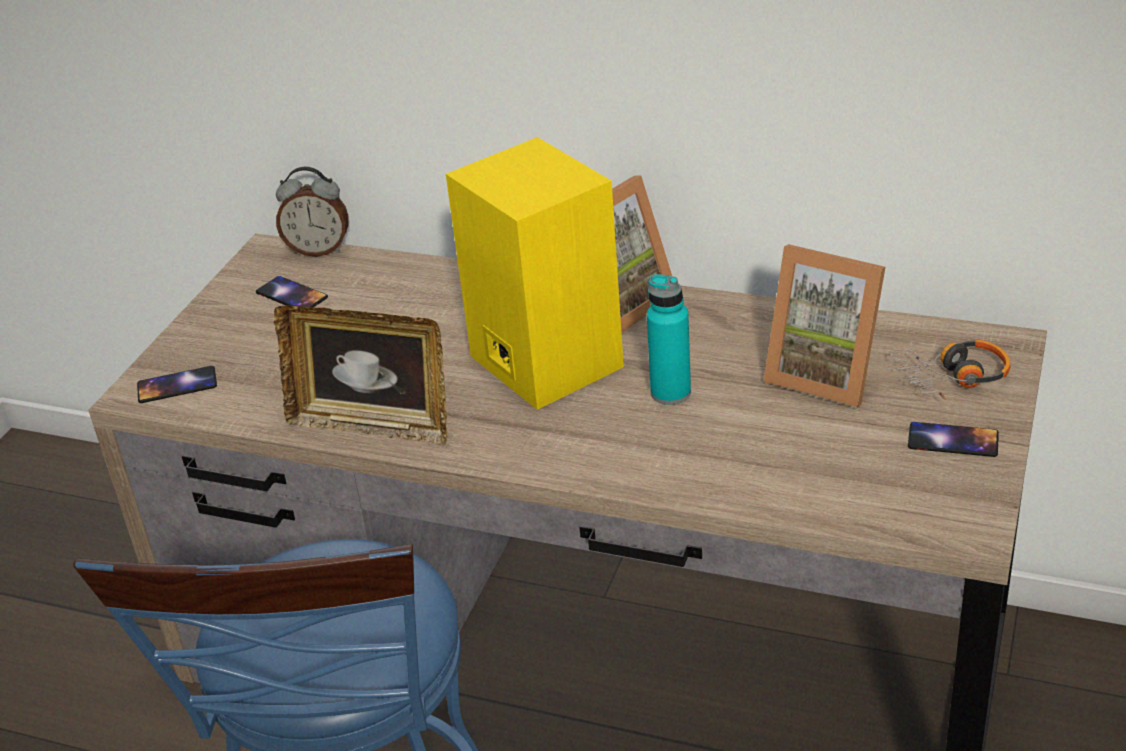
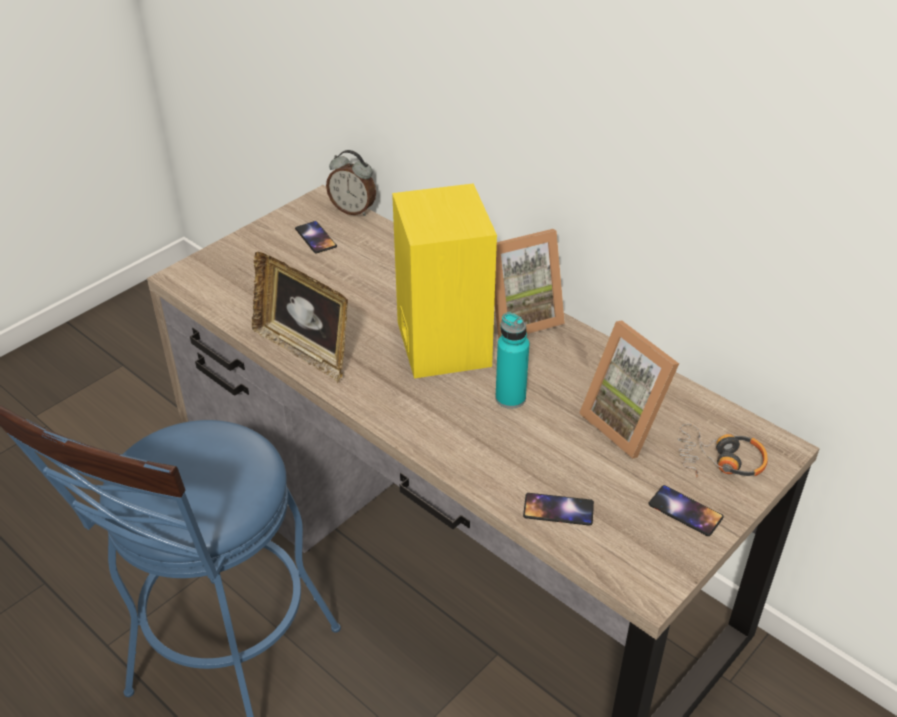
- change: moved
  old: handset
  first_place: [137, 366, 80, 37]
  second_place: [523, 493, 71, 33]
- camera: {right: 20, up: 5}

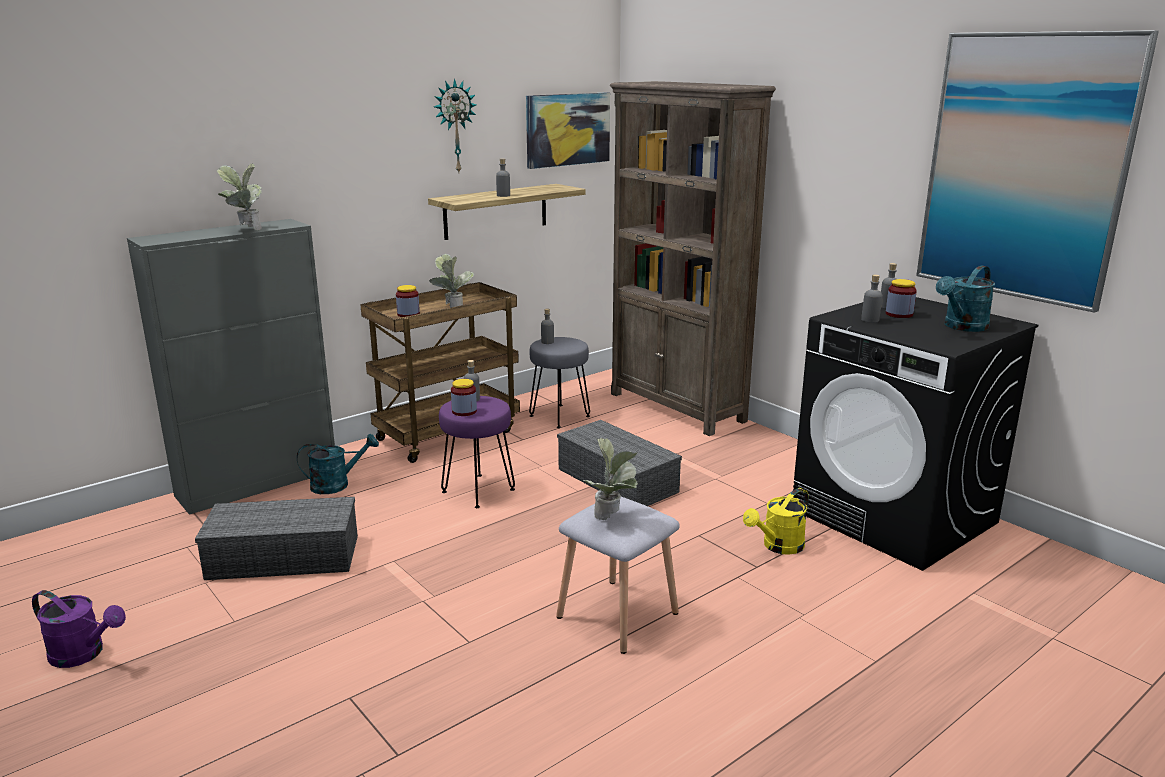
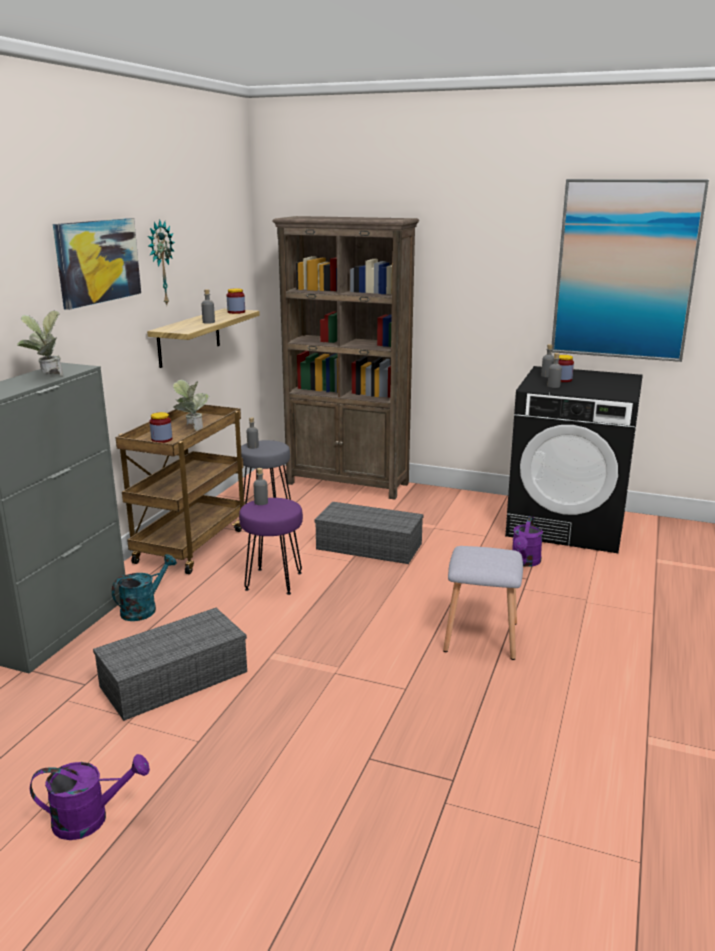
- change: moved
  old: wall art
  first_place: [526, 92, 84, 77]
  second_place: [53, 218, 88, 92]
- change: moved
  old: storage jar
  first_place: [451, 379, 26, 37]
  second_place: [227, 288, 18, 26]
- change: recoloured
  old: watering pot (yellow-coloured)
  new: watering pot (purple-coloured)
  first_place: [743, 488, 66, 67]
  second_place: [512, 516, 31, 51]
- change: removed
  old: plant in a pot
  first_place: [583, 437, 55, 83]
- change: removed
  old: watering pot (blue-green)
  first_place: [936, 266, 59, 66]
- camera: {right: -30, up: 0}

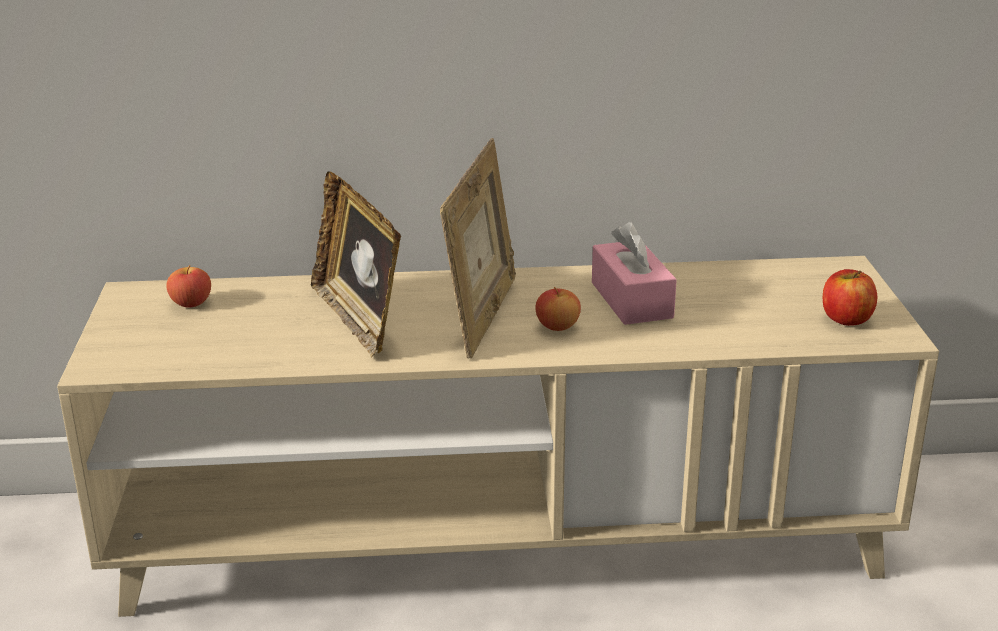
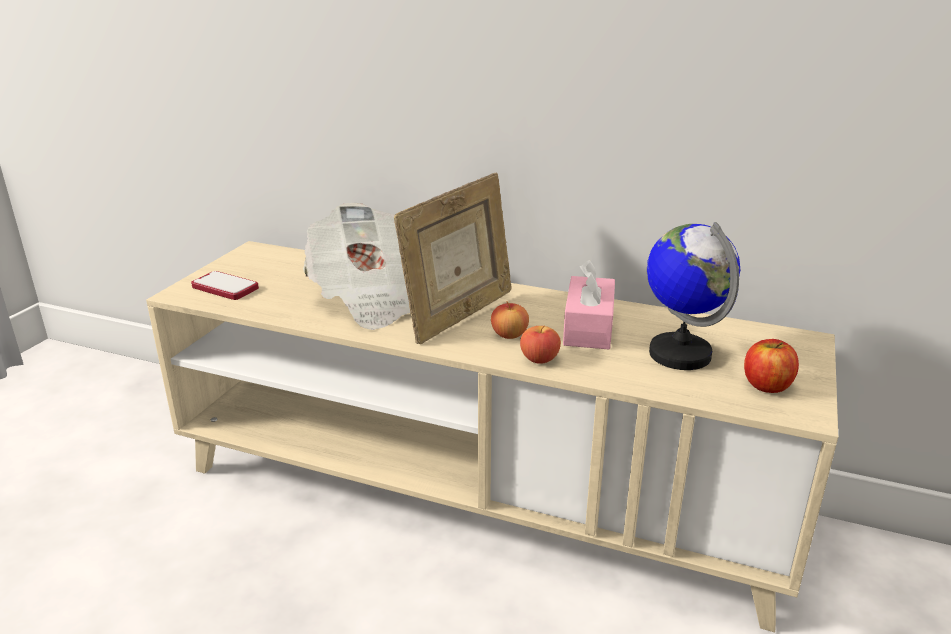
- change: added
  new: handset
  second_place: [191, 271, 68, 29]
- change: replaced
  old: standing frame
  new: newspaper
  first_place: [311, 171, 90, 187]
  second_place: [303, 203, 107, 127]
- change: moved
  old: whole apple
  first_place: [166, 265, 45, 43]
  second_place: [520, 326, 41, 38]
- change: added
  new: world globe
  second_place: [647, 222, 93, 148]
- camera: {right: 25, up: 0}

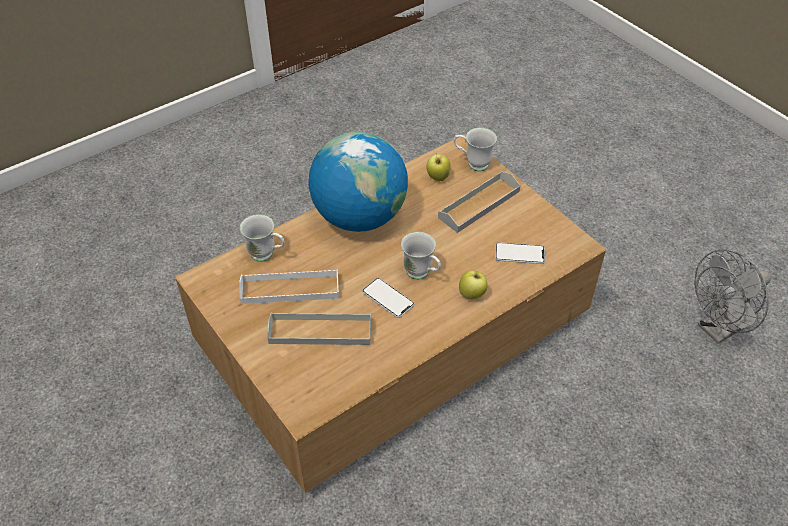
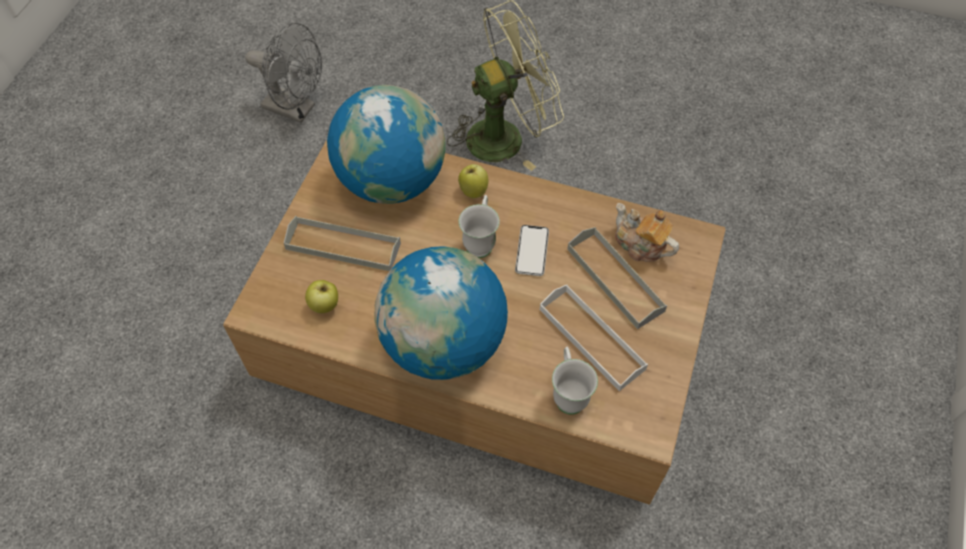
- change: replaced
  old: handset
  new: world globe
  first_place: [495, 242, 50, 22]
  second_place: [327, 85, 119, 119]
- change: added
  new: fan (green)
  second_place: [447, 0, 117, 171]
- change: added
  new: pot for tea
  second_place: [615, 203, 64, 59]
- change: removed
  old: tea mug (white-coloured)
  first_place: [454, 128, 43, 43]
- camera: {right: -125, up: 10}

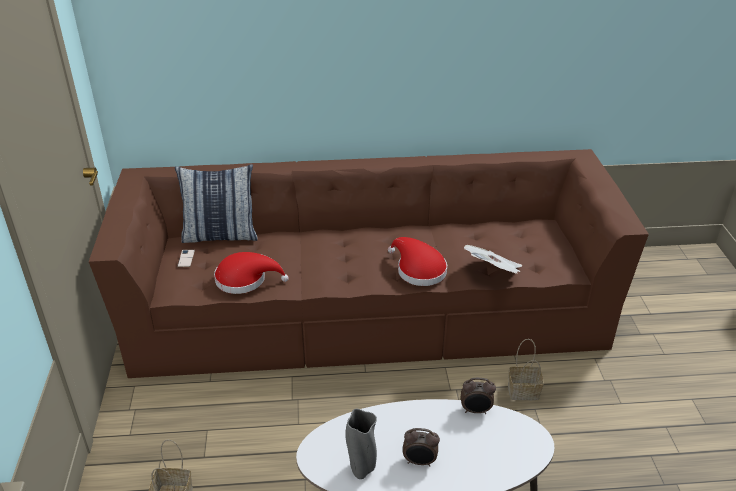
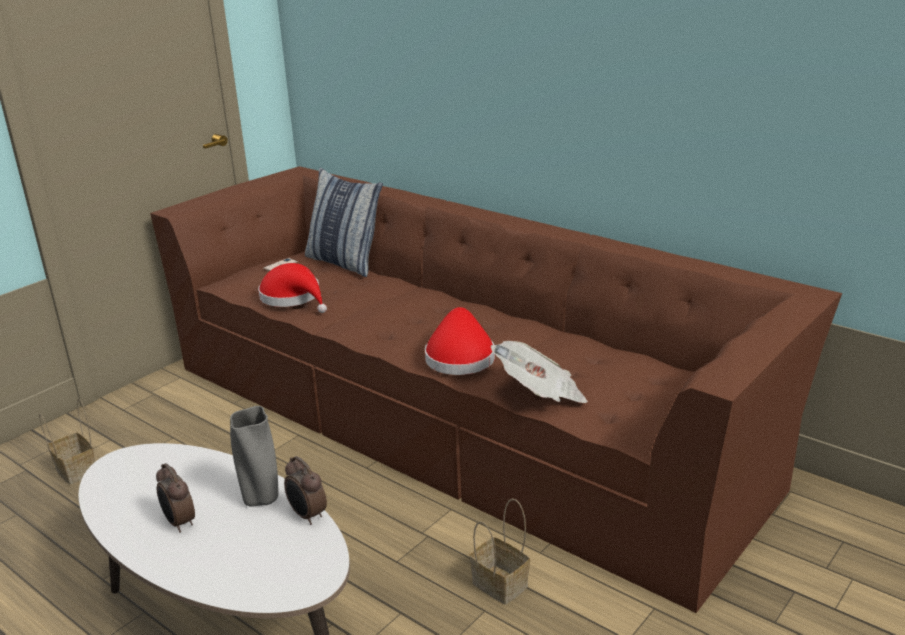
- change: moved
  old: vase (gray)
  first_place: [345, 409, 32, 70]
  second_place: [230, 406, 49, 101]
- camera: {right: 45, up: -10}

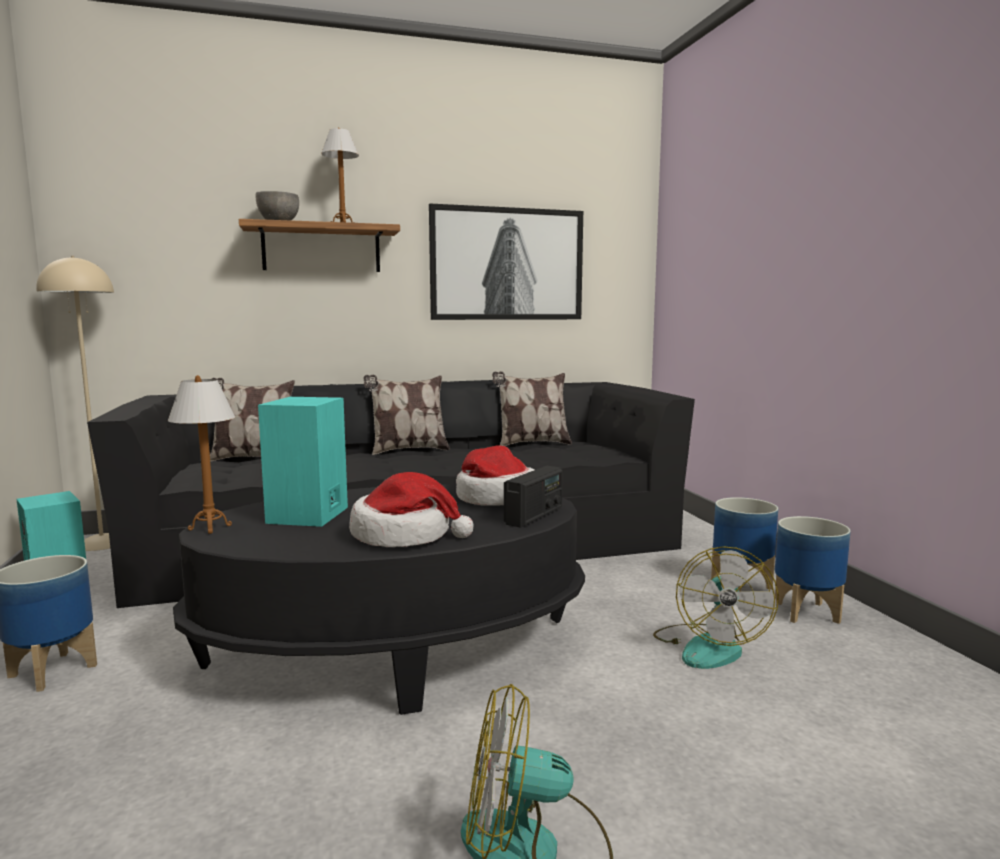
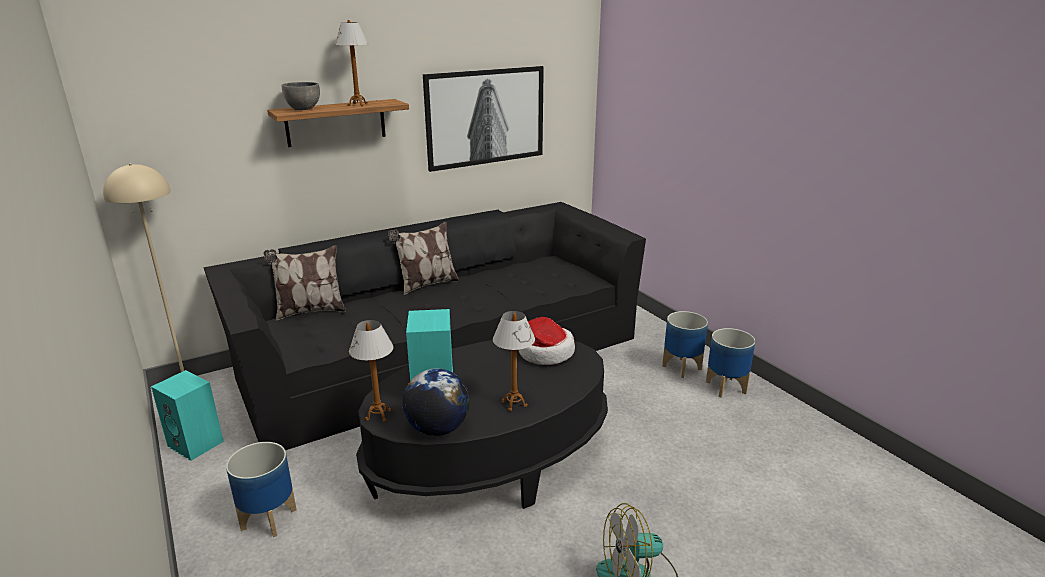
- change: added
  new: world globe
  second_place: [403, 368, 67, 68]
- change: replaced
  old: hat
  new: tabletop lamp
  first_place: [349, 472, 125, 75]
  second_place: [493, 311, 42, 100]
- change: removed
  old: pillow
  first_place: [492, 371, 80, 75]
- change: removed
  old: radio
  first_place: [504, 466, 59, 62]
- change: removed
  old: fan
  first_place: [653, 546, 126, 123]
- camera: {right: -15, up: 15}

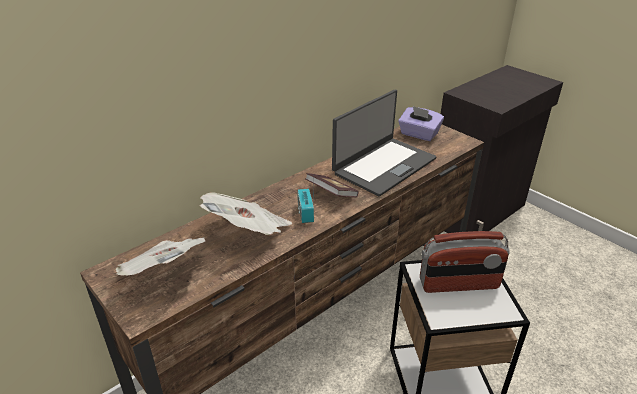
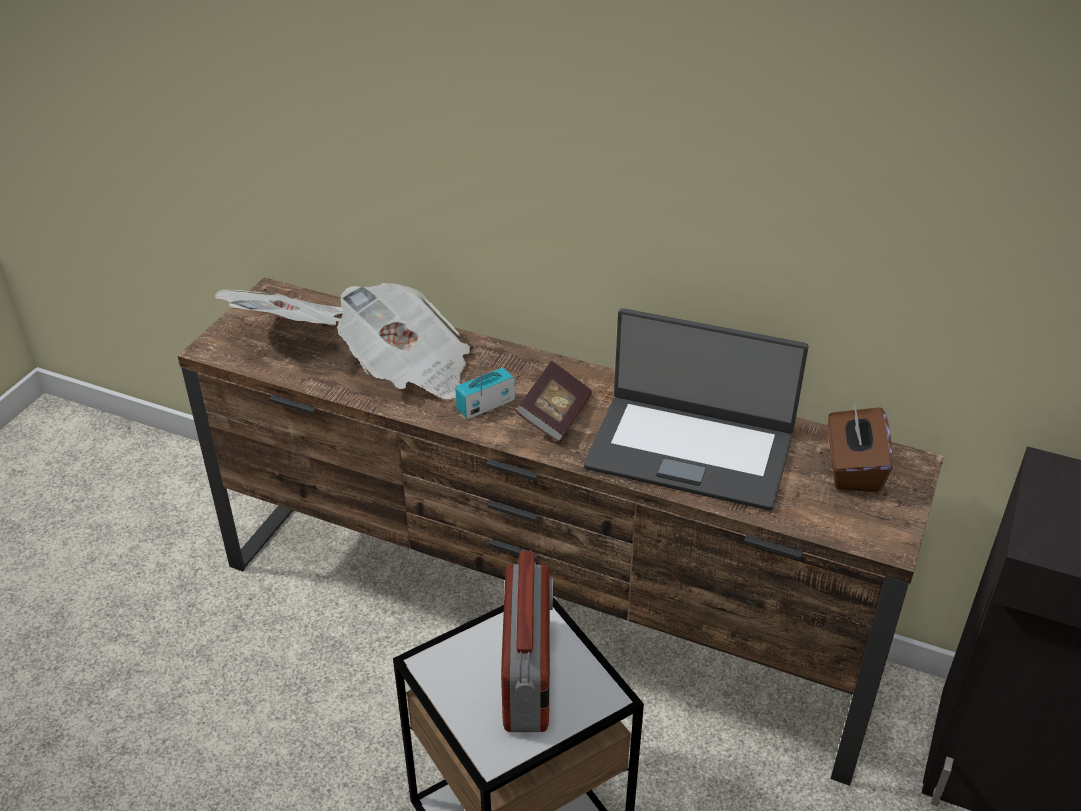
- change: turned
  old: radio
  first_place: [420, 231, 90, 62]
  second_place: [501, 550, 52, 182]
  degrees: -150
- change: recoloured
  old: box of tissues (purple-coloured)
  new: box of tissues (brown)
  first_place: [398, 106, 46, 35]
  second_place: [828, 406, 65, 86]
- camera: {right: 65, up: 5}

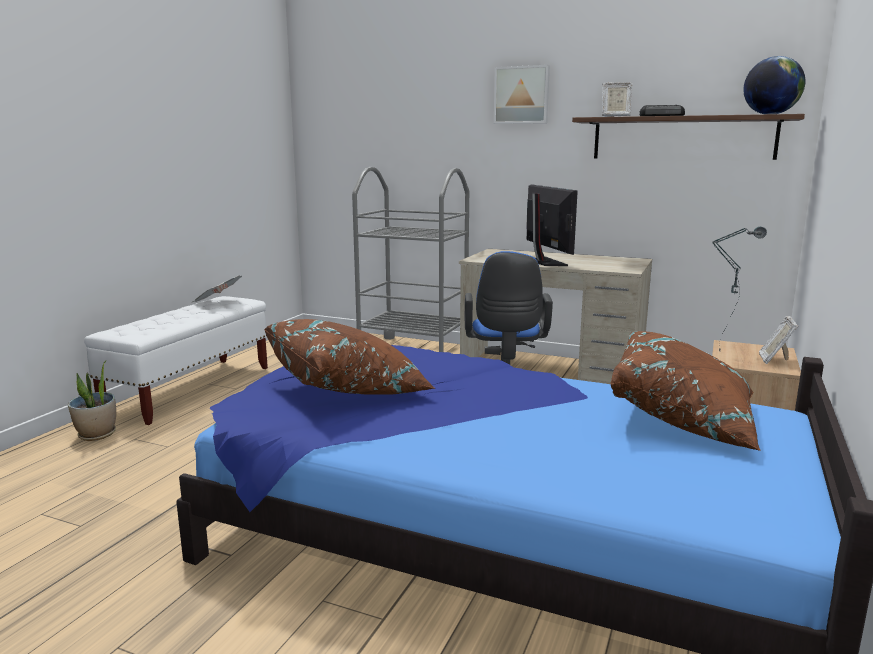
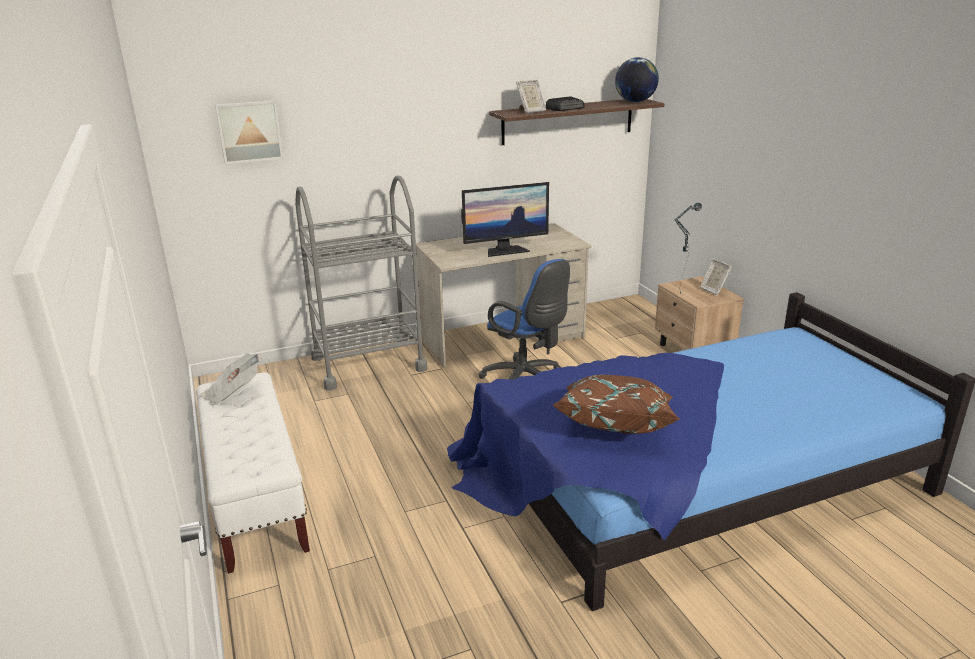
- change: moved
  old: wall art
  first_place: [494, 65, 56, 59]
  second_place: [215, 100, 69, 64]
- change: turned
  old: computer display
  first_place: [526, 184, 52, 82]
  second_place: [461, 182, 88, 75]
  degrees: 135
- change: removed
  old: plant in a pot
  first_place: [68, 360, 48, 81]
- change: removed
  old: pillow (brown)
  first_place: [610, 331, 151, 120]
- camera: {right: -45, up: 10}

